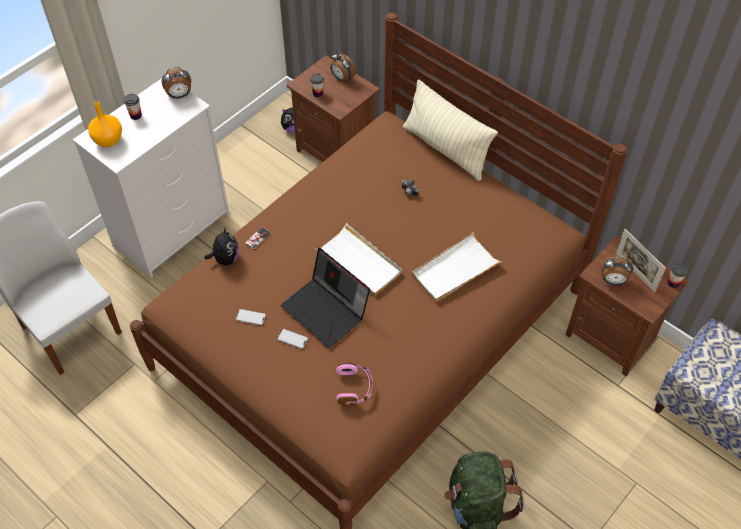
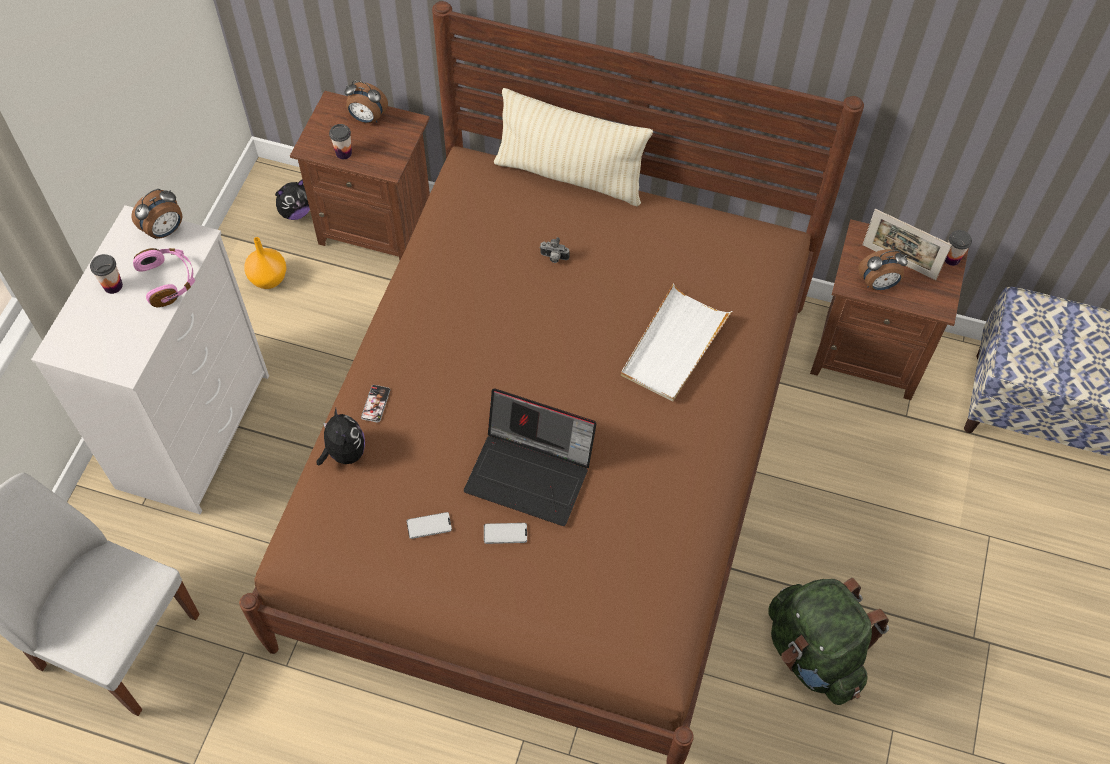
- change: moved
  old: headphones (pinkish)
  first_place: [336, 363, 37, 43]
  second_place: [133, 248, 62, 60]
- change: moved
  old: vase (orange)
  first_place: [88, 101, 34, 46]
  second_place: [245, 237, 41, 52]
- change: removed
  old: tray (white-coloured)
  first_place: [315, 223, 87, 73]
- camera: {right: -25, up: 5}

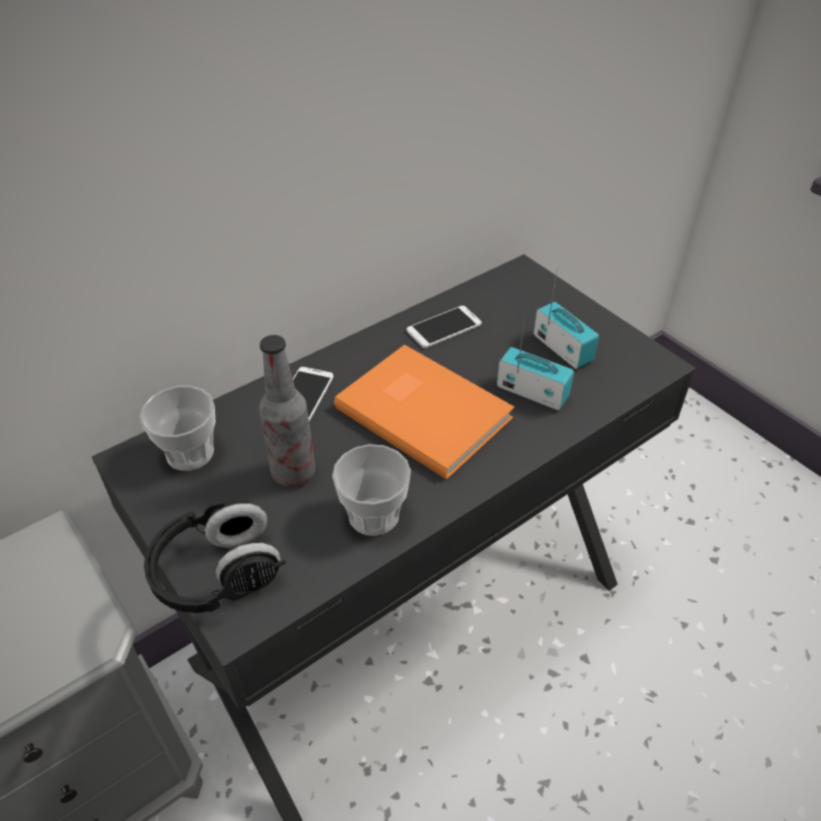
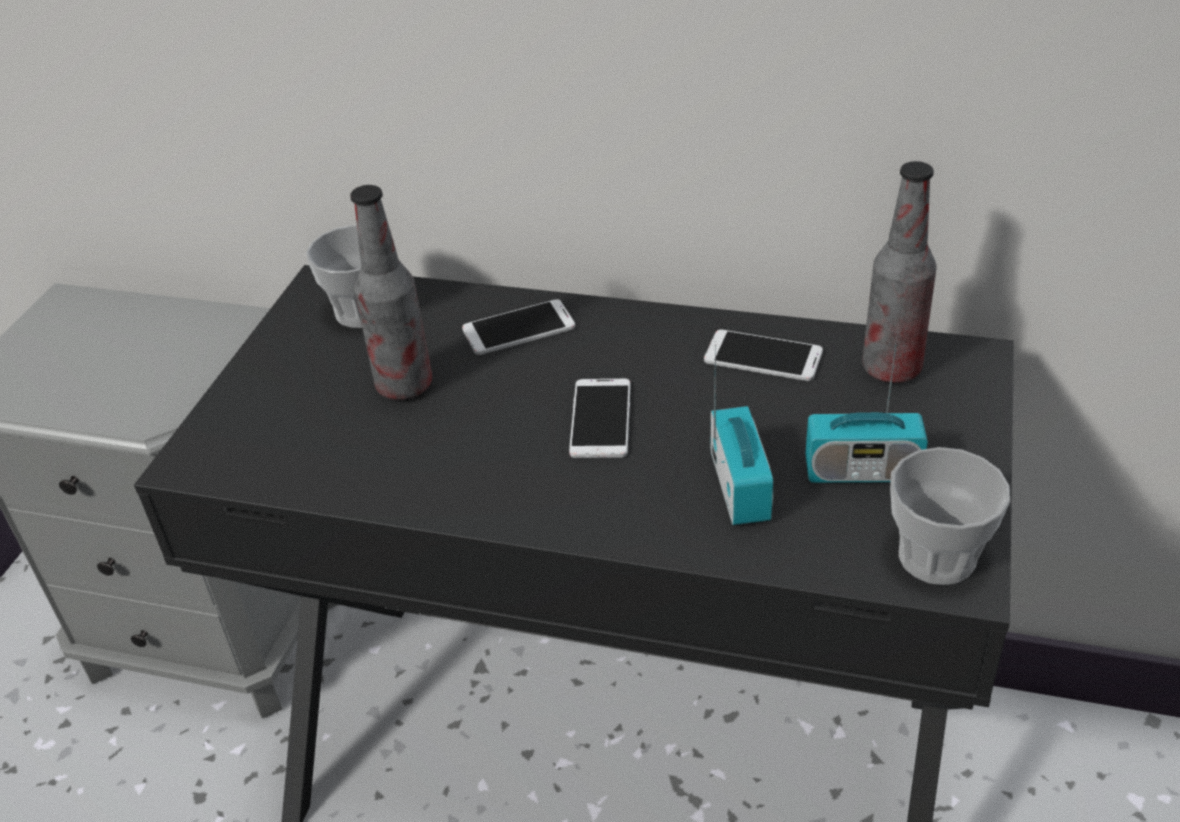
- change: replaced
  old: book (orange)
  new: handset
  first_place: [334, 345, 180, 135]
  second_place: [569, 379, 62, 79]
- change: turned
  old: radio
  first_place: [534, 266, 65, 103]
  second_place: [805, 325, 123, 158]
  degrees: 75
- change: added
  new: bottle
  second_place: [862, 161, 75, 222]
- change: moved
  old: drinking cup
  first_place: [332, 444, 79, 92]
  second_place: [890, 447, 120, 138]
- change: removed
  old: headphones (black)
  first_place: [144, 500, 142, 113]
- camera: {right: 55, up: -5}

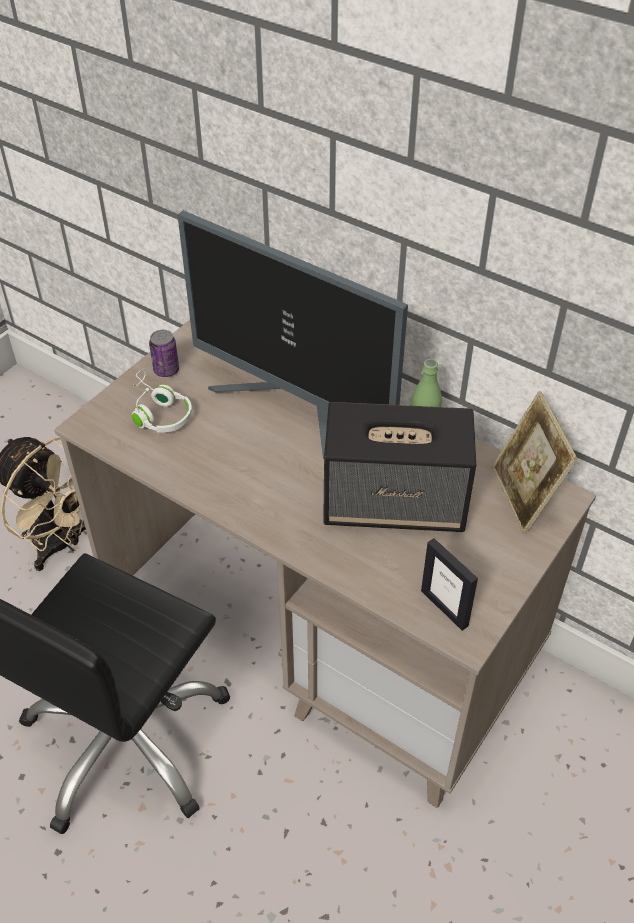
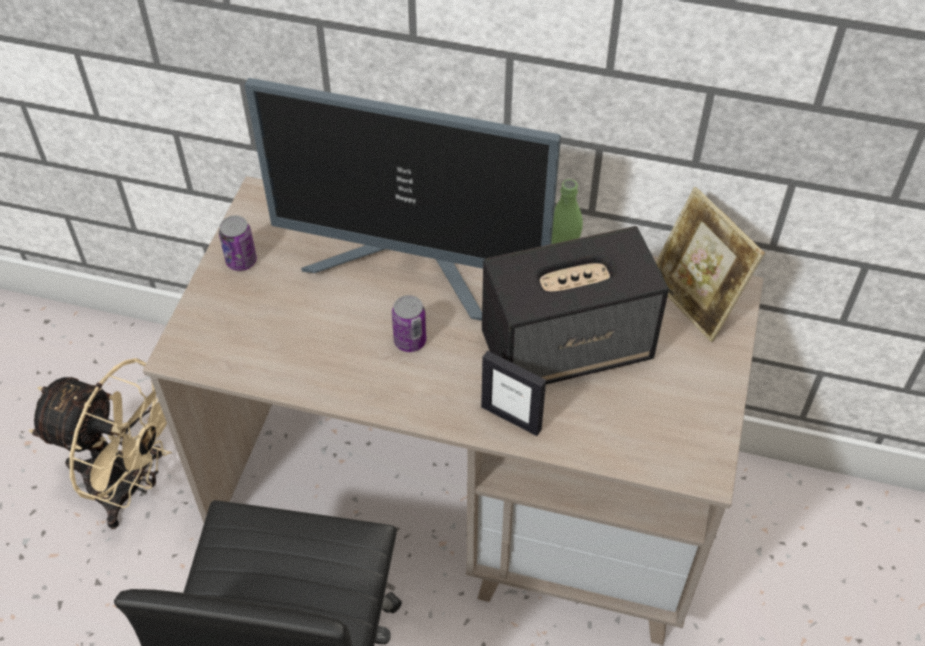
- change: added
  new: can
  second_place: [392, 295, 34, 57]
- change: moved
  old: standing frame
  first_place: [421, 538, 57, 93]
  second_place: [481, 351, 65, 85]
- change: removed
  old: headphones (white-coloured)
  first_place: [132, 369, 60, 64]
- camera: {right: -20, up: 5}

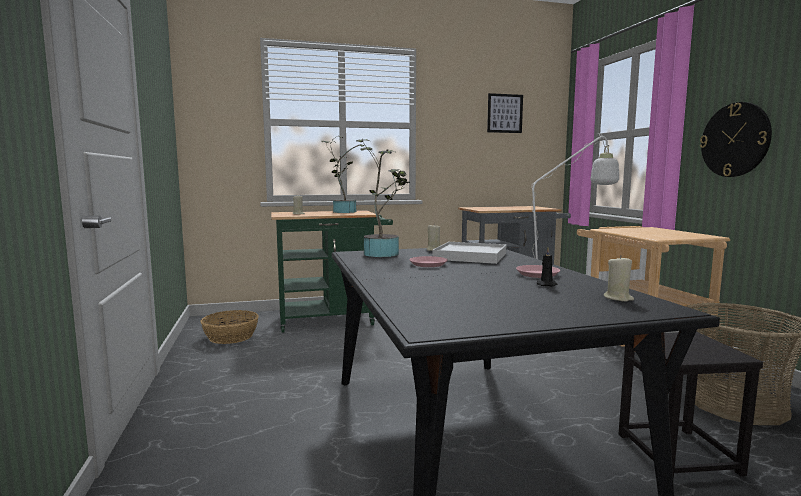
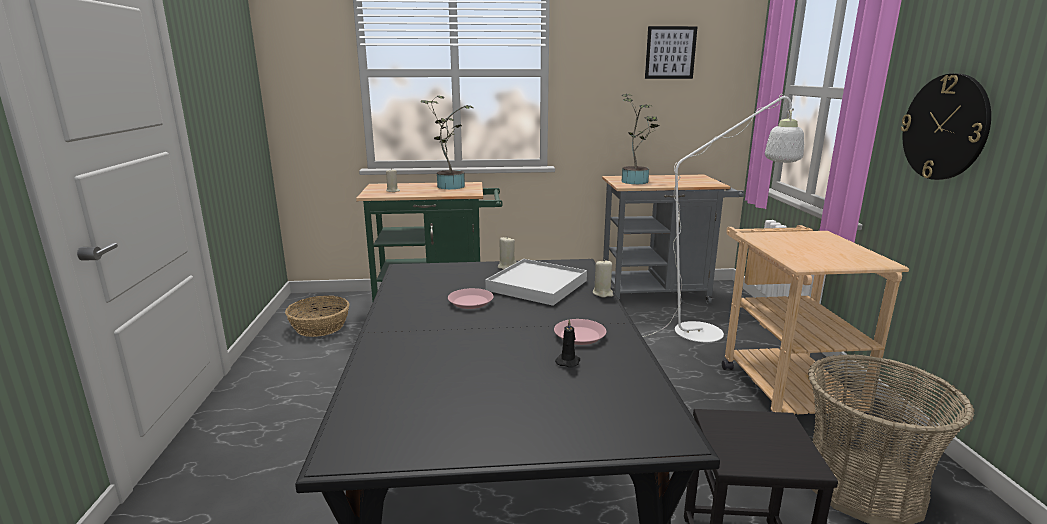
- change: moved
  old: wax candle (sand-coloured)
  first_place: [603, 256, 31, 46]
  second_place: [593, 259, 21, 38]
- change: moved
  old: plant in a pot
  first_place: [356, 139, 54, 118]
  second_place: [622, 94, 37, 90]
- camera: {right: 10, up: 10}

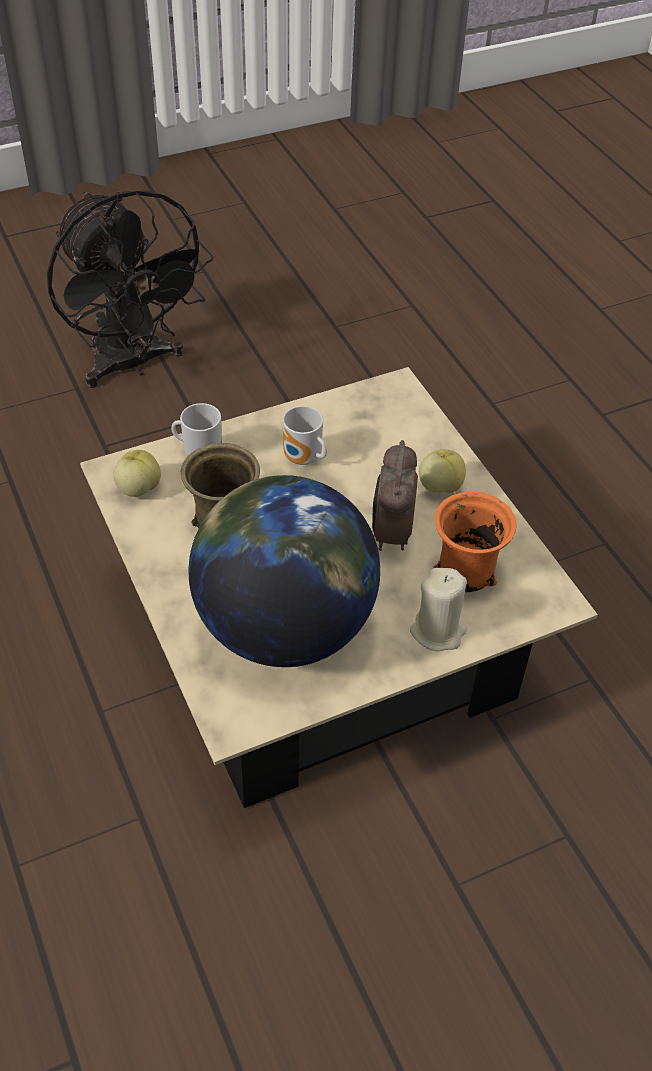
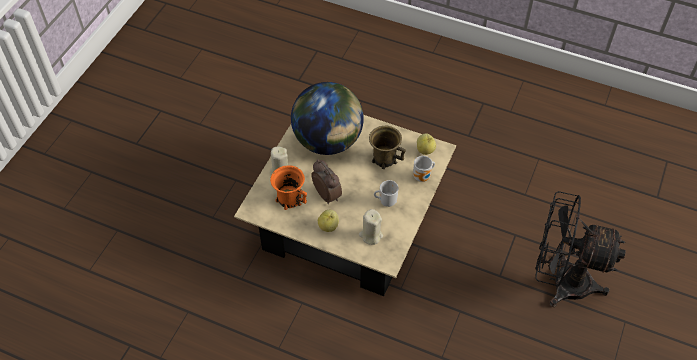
- change: added
  new: wax candle (sand-coloured)
  second_place: [359, 209, 24, 36]
- camera: {right: 140, up: 5}

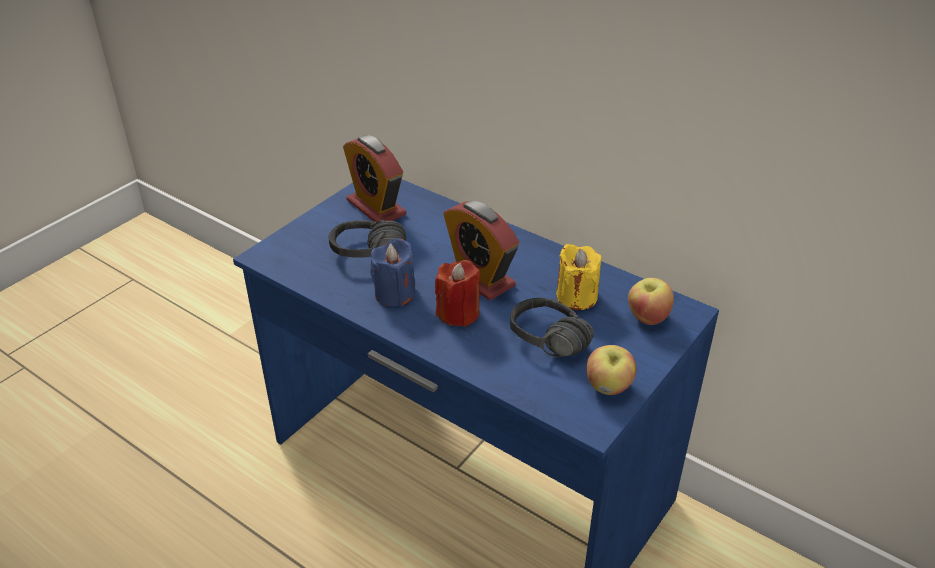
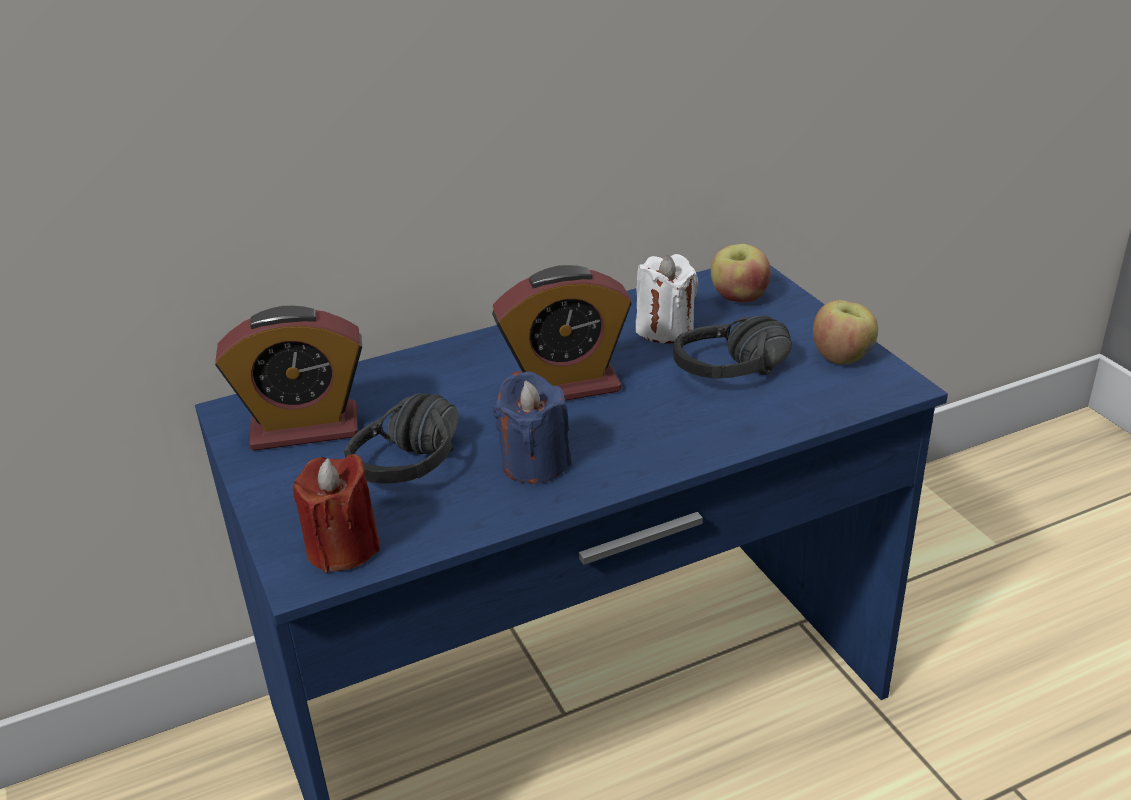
- change: moved
  old: wax candle (red)
  first_place: [435, 260, 45, 67]
  second_place: [293, 454, 87, 119]
- change: recoloured
  old: wax candle (yellow-coloured)
  new: wax candle (white-coloured)
  first_place: [556, 244, 45, 66]
  second_place: [636, 254, 63, 90]
- camera: {right: -60, up: -5}

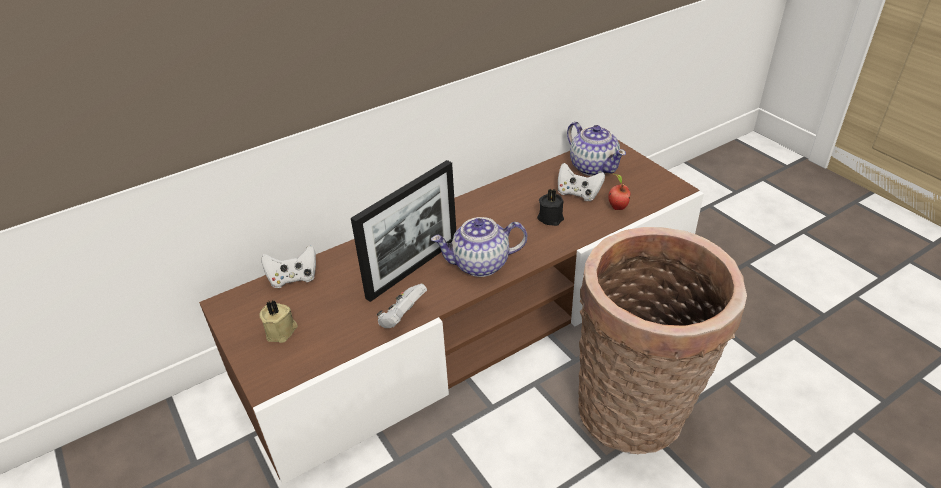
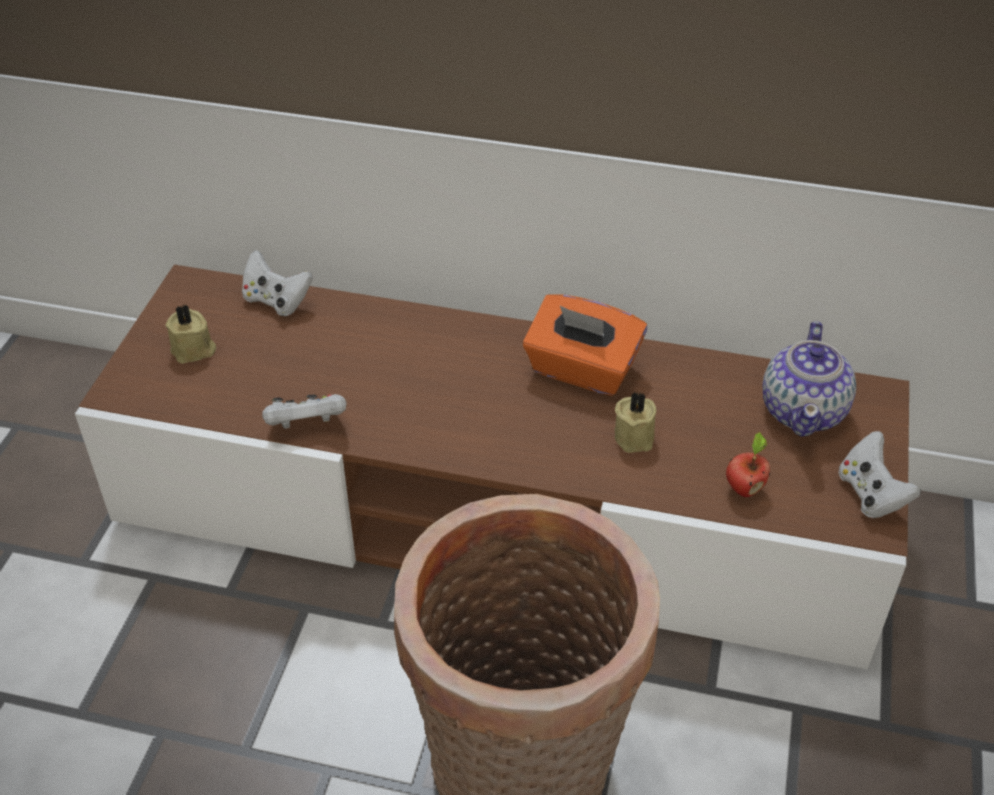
- change: added
  new: box of tissues (orange)
  second_place: [523, 294, 124, 102]
- change: recoloured
  old: wax candle (black)
  new: wax candle (sand-coloured)
  first_place: [537, 189, 27, 37]
  second_place: [615, 391, 41, 62]
- change: moved
  old: gamepad (white-coloured)
  first_place: [558, 163, 47, 38]
  second_place: [839, 431, 82, 88]
- change: removed
  old: standing frame
  first_place: [351, 160, 105, 142]
- change: removed
  old: pot for tea
  first_place: [431, 217, 96, 60]
- camera: {right: 45, up: 5}

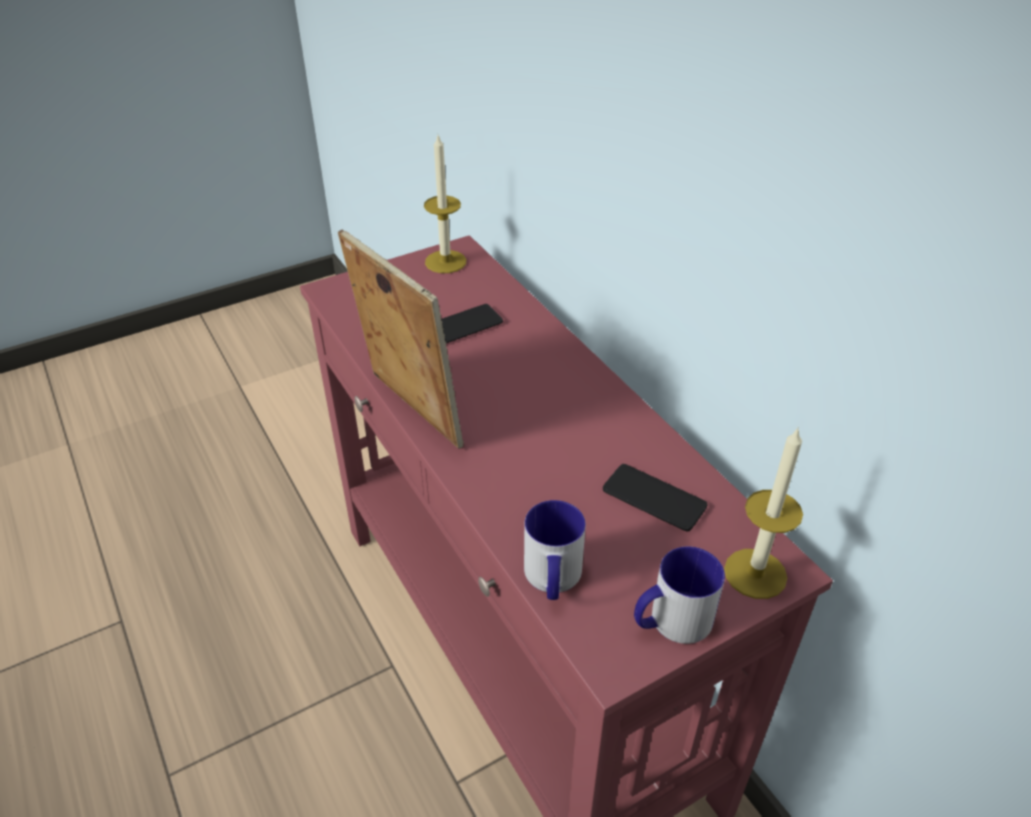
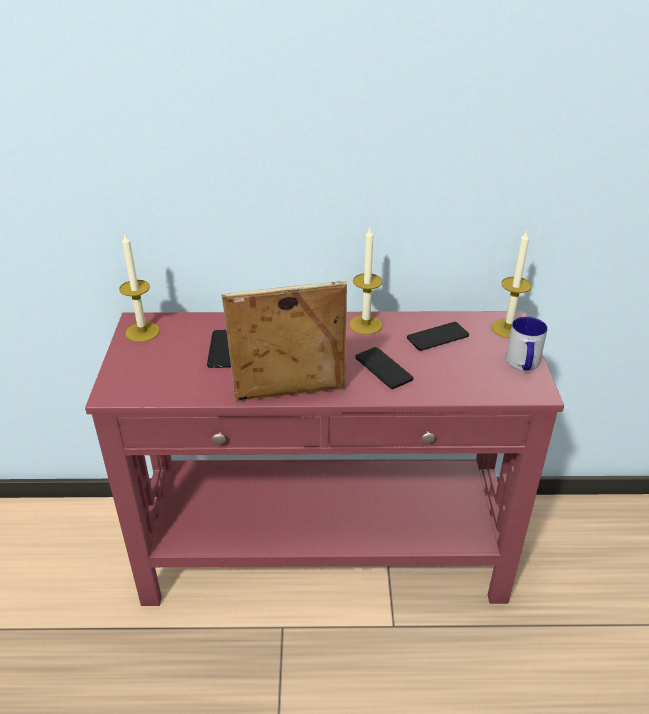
- change: added
  new: wax candle
  second_place: [349, 228, 34, 107]
- change: added
  new: handset
  second_place: [355, 347, 58, 42]
- change: removed
  old: tea mug
  first_place: [524, 500, 62, 100]
- camera: {right: -60, up: -5}

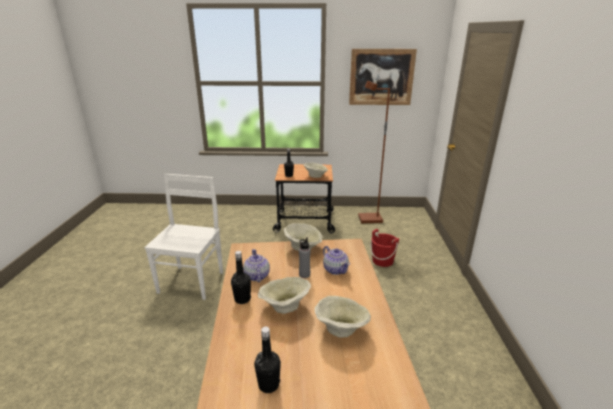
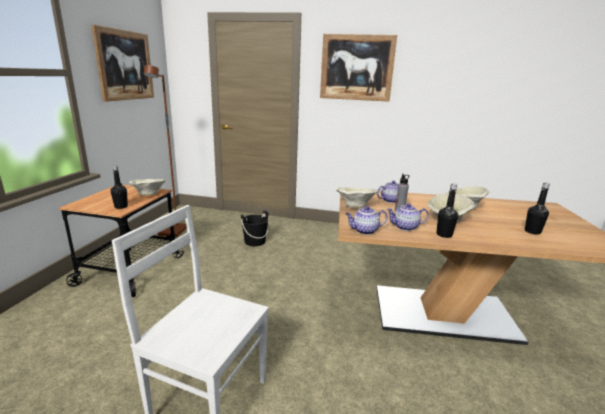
- change: recoloured
  old: bucket (red)
  new: bucket (black)
  first_place: [370, 229, 29, 38]
  second_place: [241, 210, 28, 36]
- change: added
  new: wall art
  second_place: [320, 34, 77, 68]
- change: added
  new: pot for tea
  second_place: [345, 206, 42, 29]
- camera: {right: -80, up: -5}

